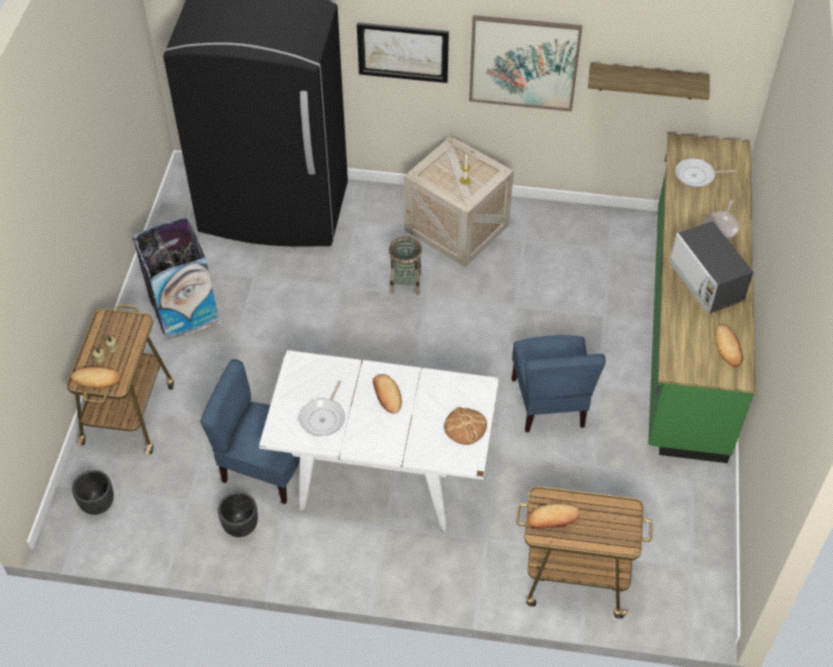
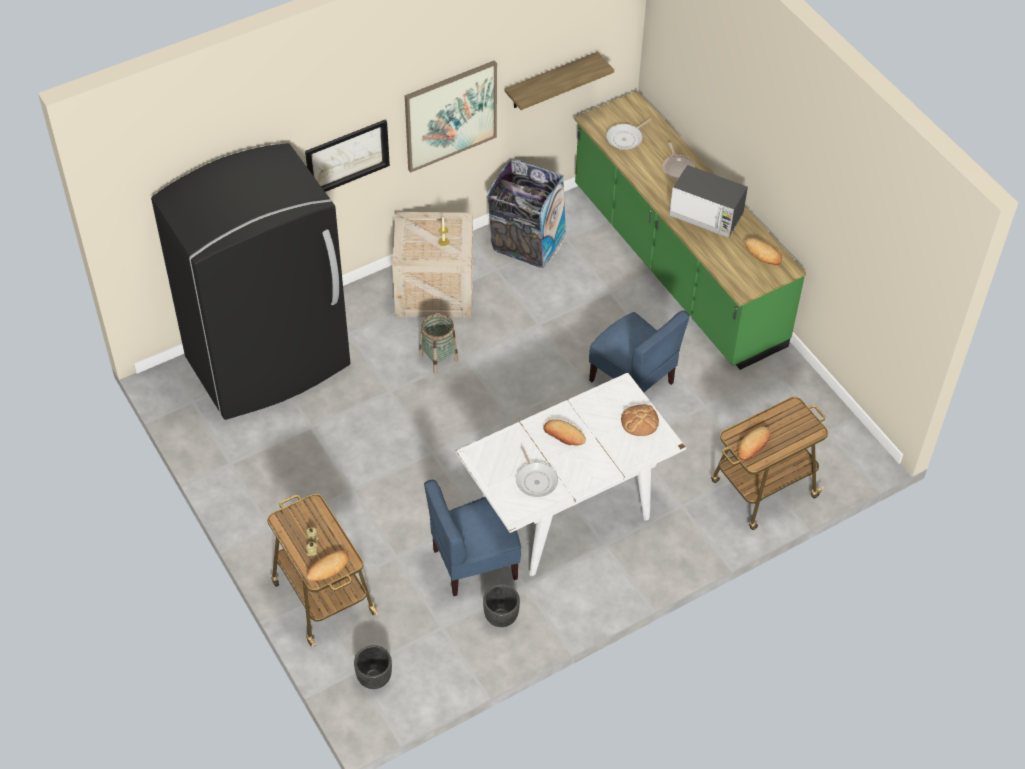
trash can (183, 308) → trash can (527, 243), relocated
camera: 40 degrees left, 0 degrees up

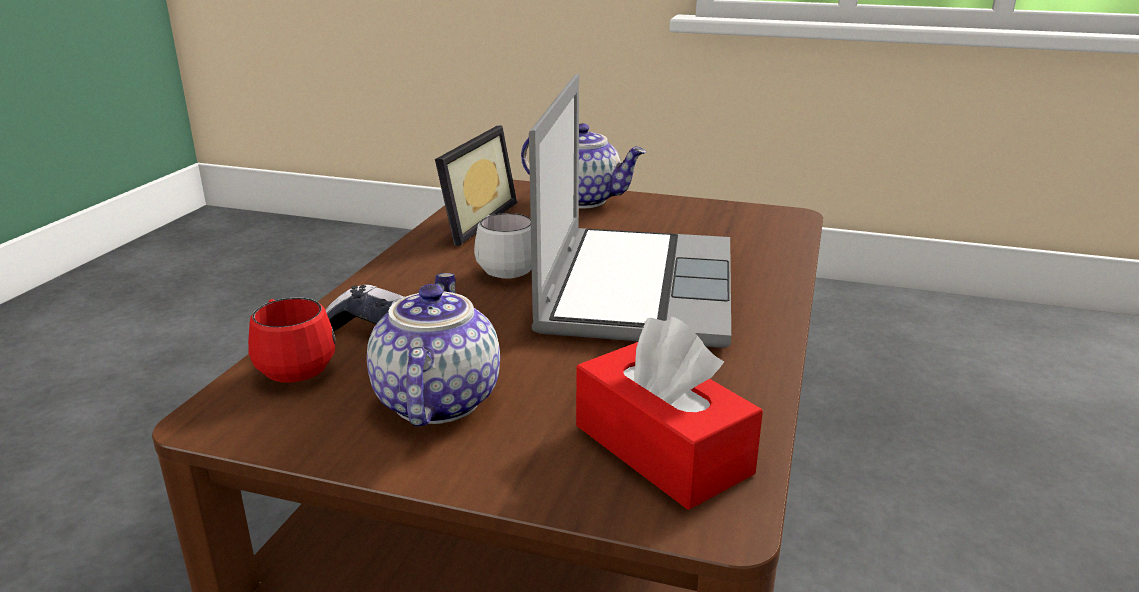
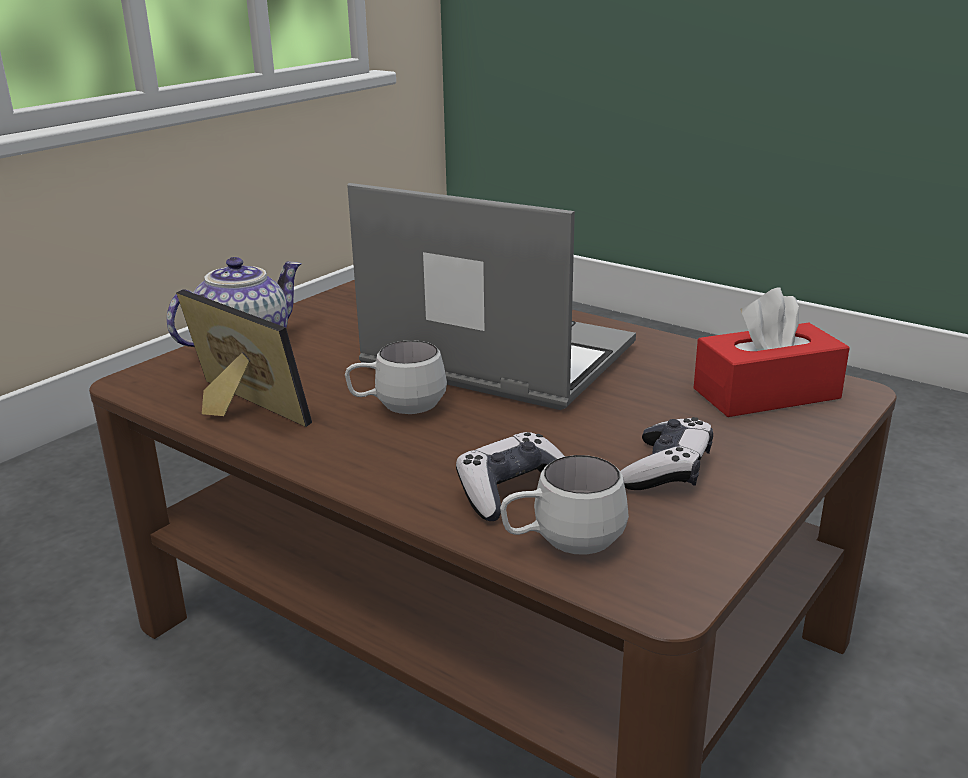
teapot (434, 400) → game controller (666, 470)
red mug (292, 366) → white mug (562, 543)
camera: 70 degrees left, 0 degrees up

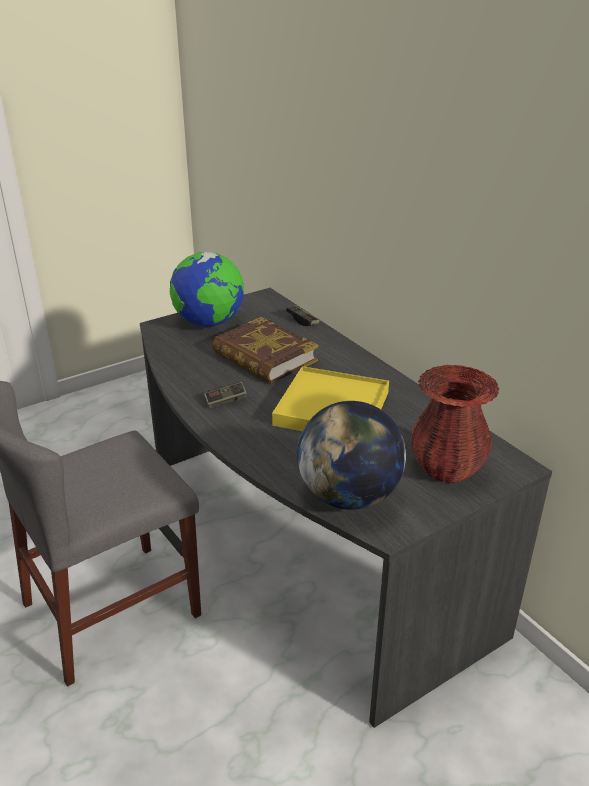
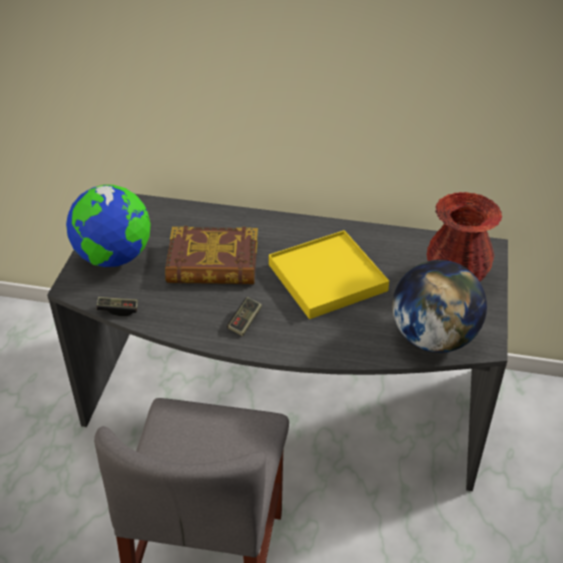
game controller (302, 320) → game controller (118, 310), relocated
camera: 45 degrees left, 10 degrees up

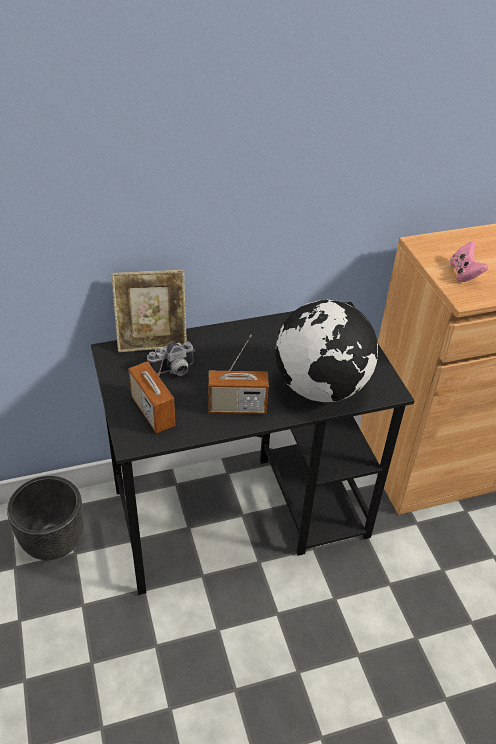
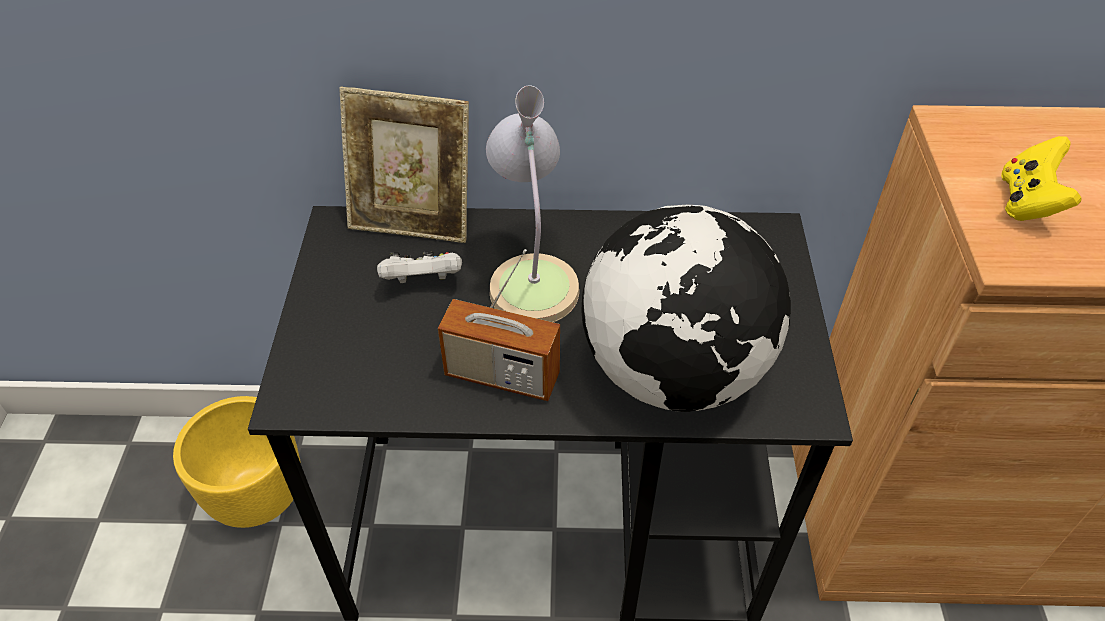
pink game controller (464, 273) → yellow game controller (1027, 202)
photo camera (173, 371) → white game controller (423, 282)
radio (152, 412) → -
black planter (54, 541) → yellow planter (258, 495)
- → table lamp (531, 276)
camera: 20 degrees right, 5 degrees up

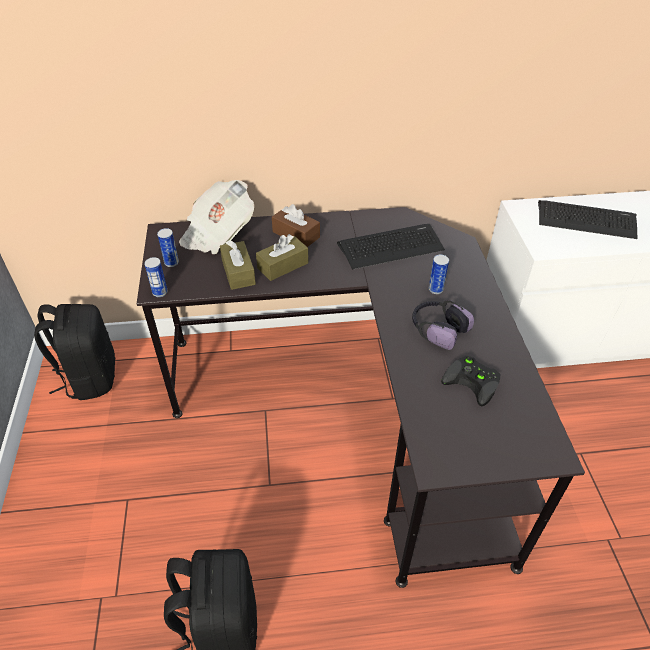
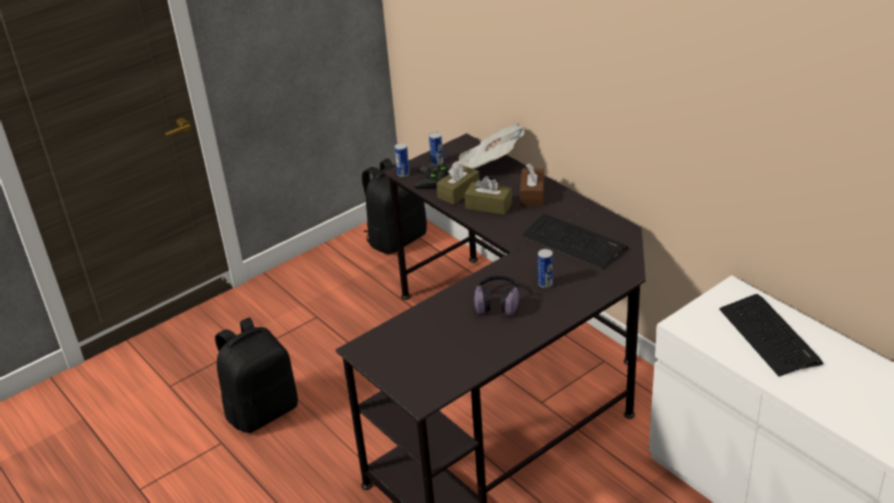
black game controller (474, 381) → black game controller (433, 180), relocated
camera: 60 degrees right, 10 degrees down

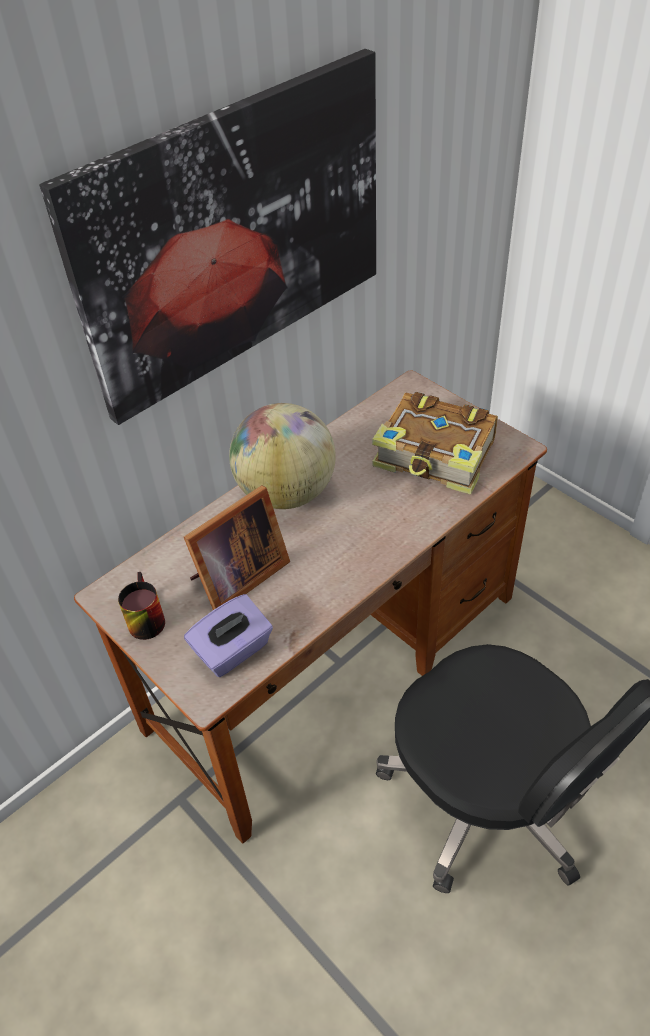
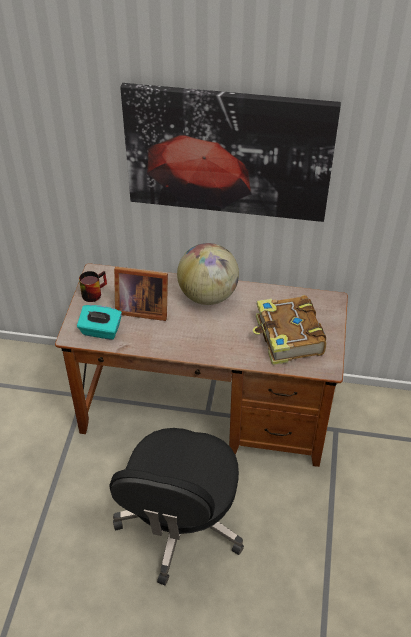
purple tissue box (233, 651) → turquoise tissue box (100, 331)
camera: 50 degrees right, 0 degrees up

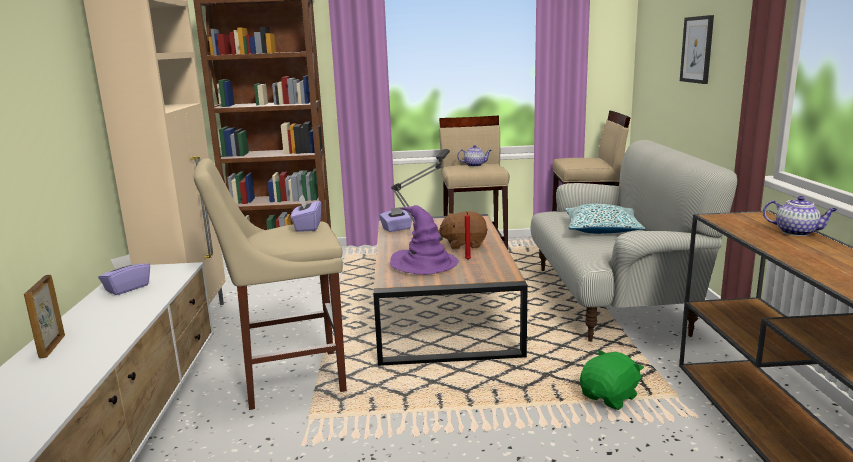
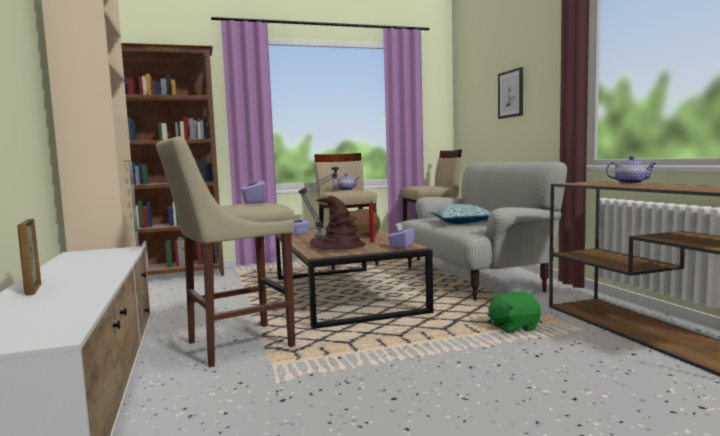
purple hat (424, 264) → brown hat (338, 246)
purple tissue box (127, 288) → purple tissue box (401, 246), relocated
green plush toy (610, 397) → green plush toy (513, 327), 135 degrees counterclockwise
camera: 15 degrees left, 10 degrees down

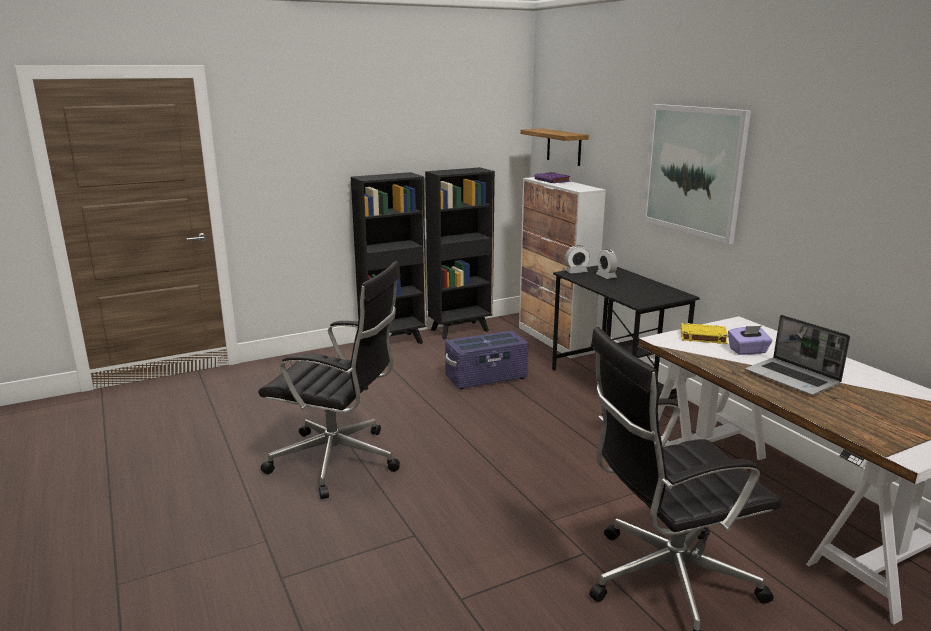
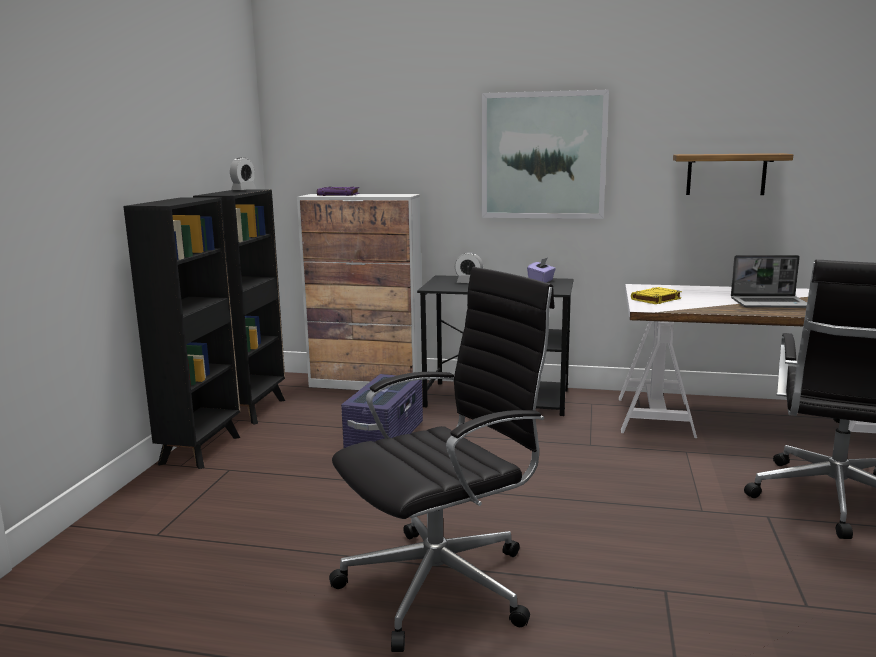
shelf (564, 147) → shelf (726, 174), relocated
alarm clock (576, 272) → alarm clock (243, 190), relocated
purple tissue box (748, 351) → purple tissue box (541, 281), relocated
camera: 50 degrees left, 5 degrees down

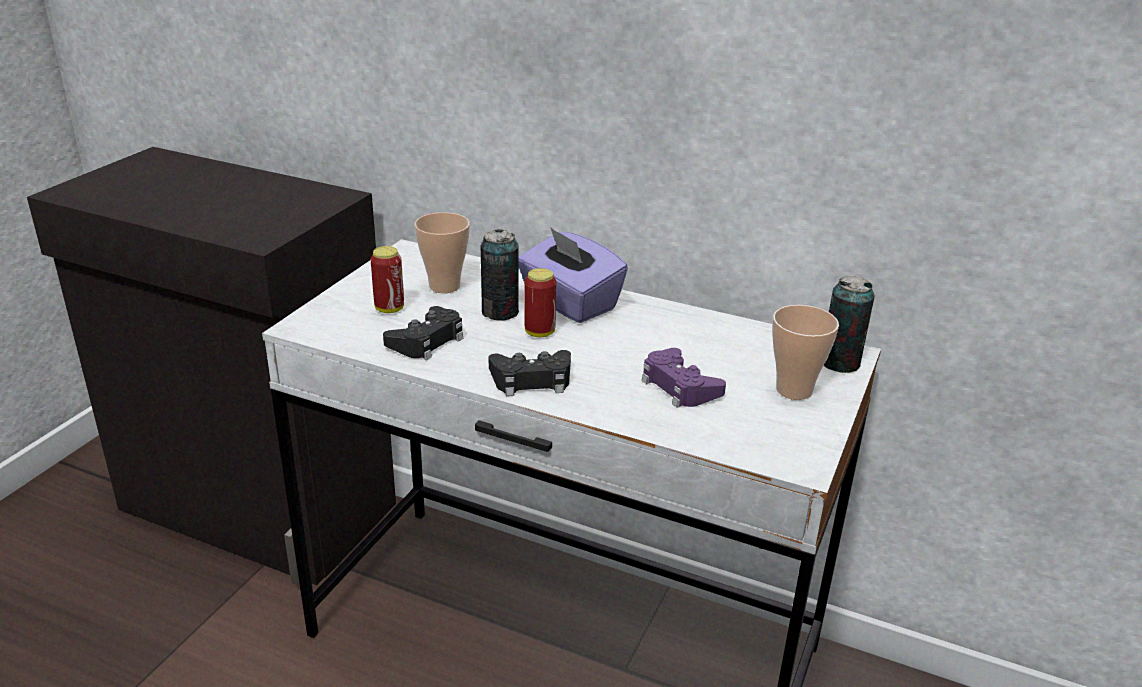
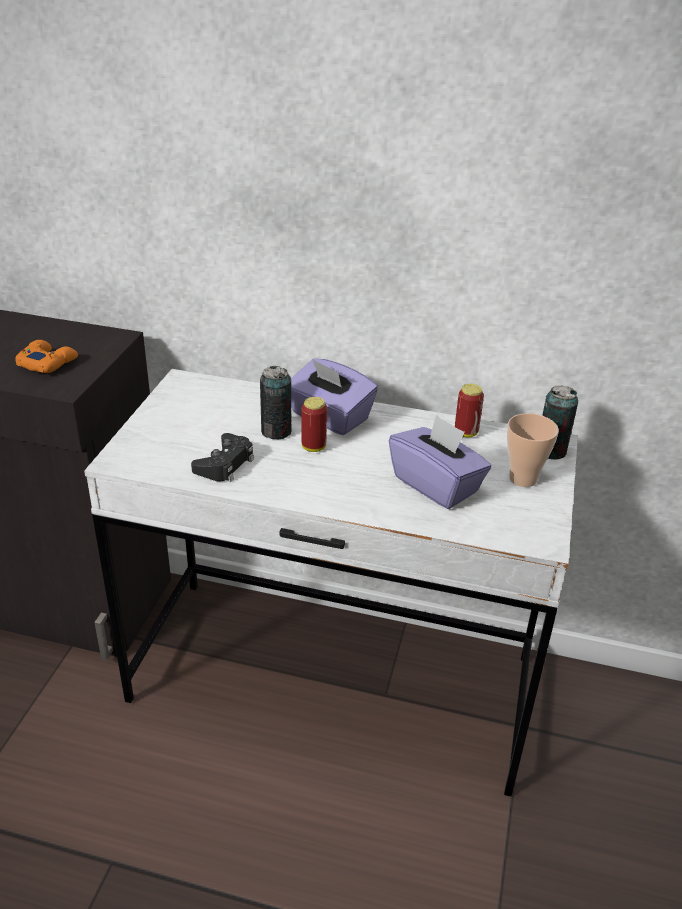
cup (444, 286) → -
can (389, 309) → can (466, 433), relocated
purple game controller (679, 386) → purple tissue box (436, 485)
black game controller (532, 380) → -
- → orange game controller (47, 363)
camera: 10 degrees left, 5 degrees up

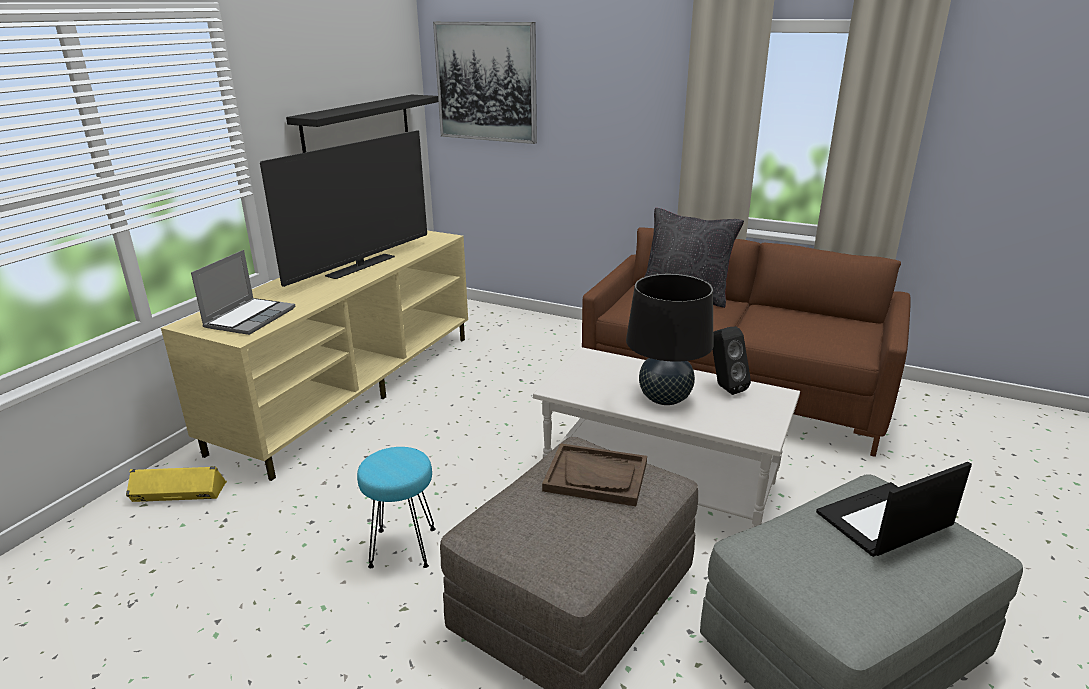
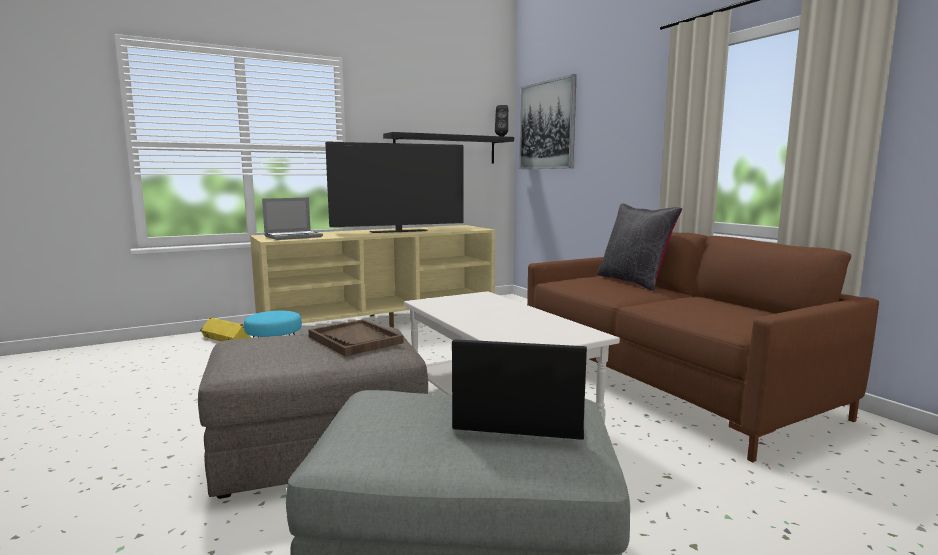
black table lamp (665, 398) → -
black speaker (724, 387) → black speaker (501, 137), relocated
camera: 35 degrees right, 15 degrees down

